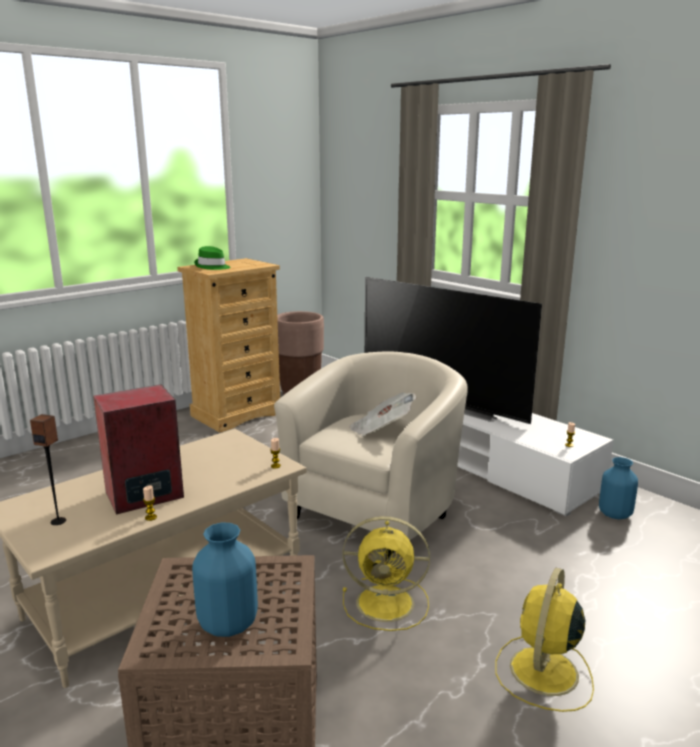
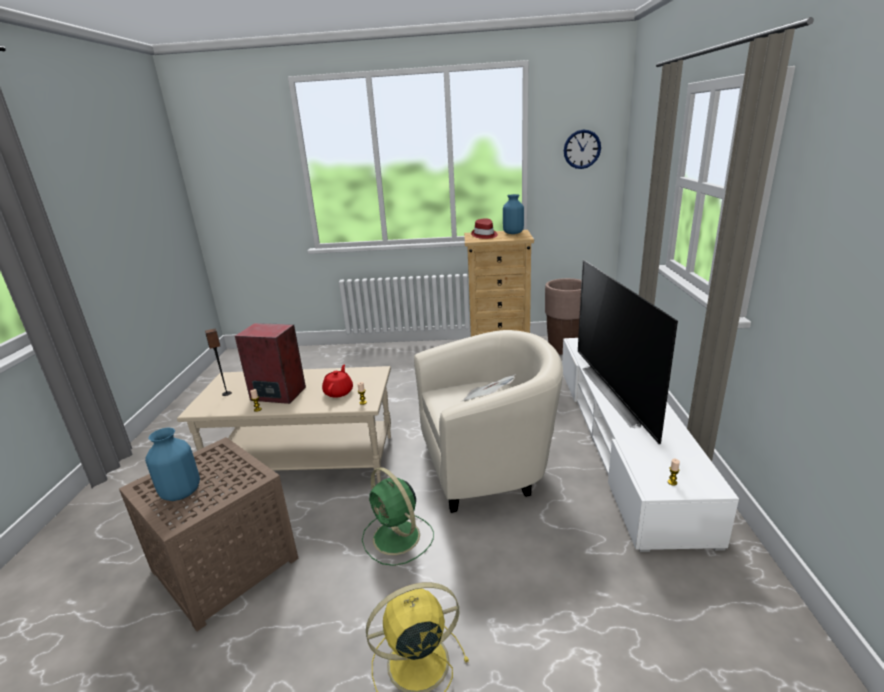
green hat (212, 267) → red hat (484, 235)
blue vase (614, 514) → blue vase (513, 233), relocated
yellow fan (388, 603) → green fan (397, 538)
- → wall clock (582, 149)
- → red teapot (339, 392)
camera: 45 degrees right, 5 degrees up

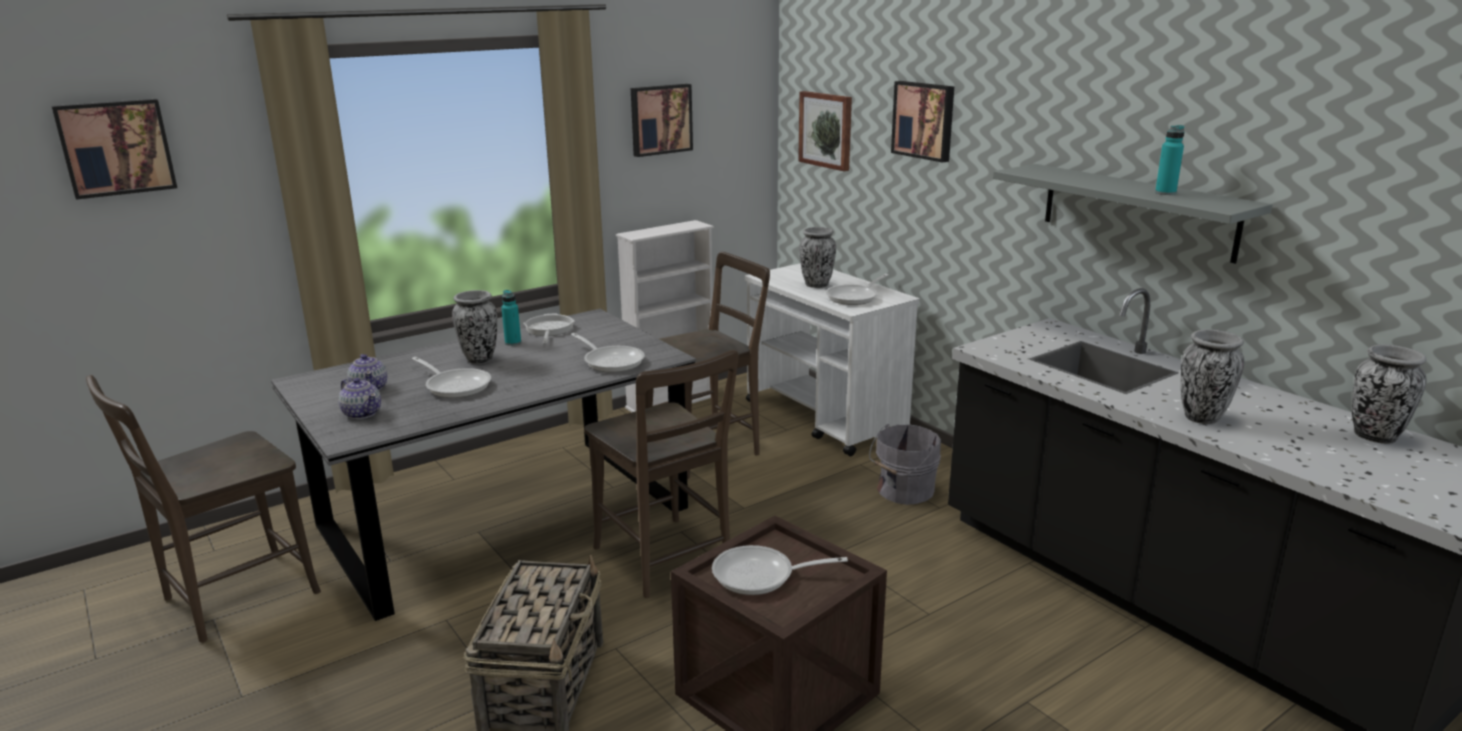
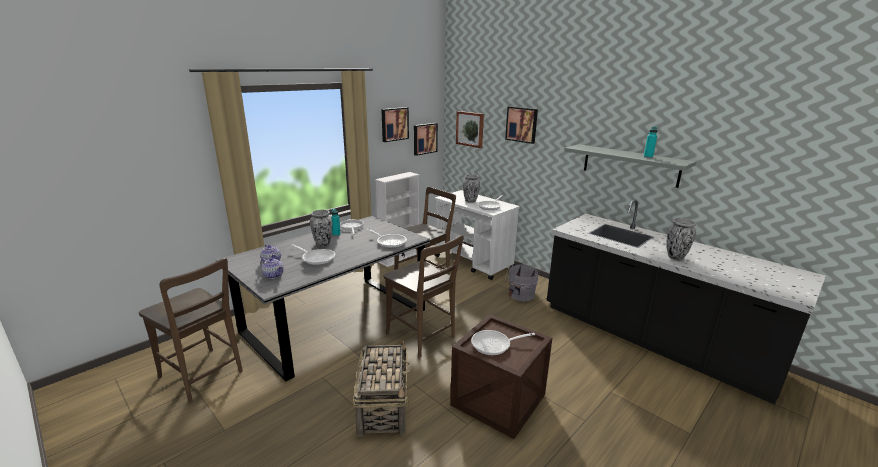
picture (116, 147) → picture (424, 138), relocated
vase (1374, 437) → -
brown chair (233, 599) → brown chair (203, 376), 90 degrees counterclockwise
camera: 10 degrees left, 0 degrees up

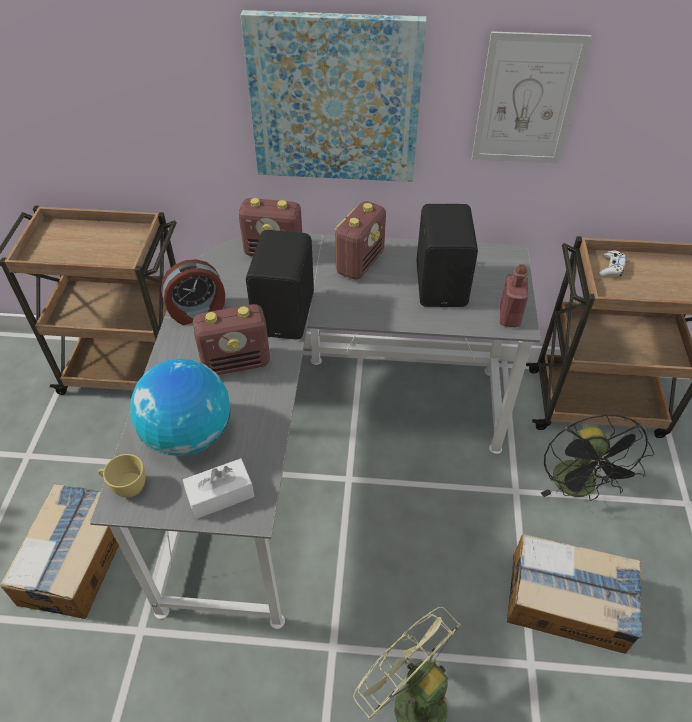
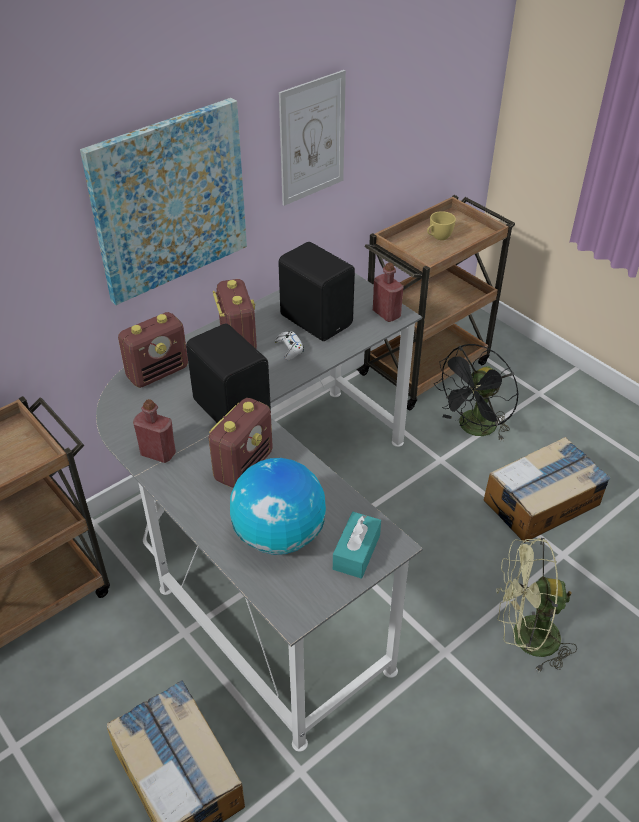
white game controller (611, 268) → white game controller (289, 349), relocated
alarm clock (197, 311) → red bottle (158, 453)
black fan (579, 488) → black fan (474, 429), 90 degrees clockwise
yellow cup (126, 487) → yellow cup (438, 237), relocated
white tissue box (220, 495) → turquoise tissue box (356, 552)
camera: 45 degrees left, 5 degrees down

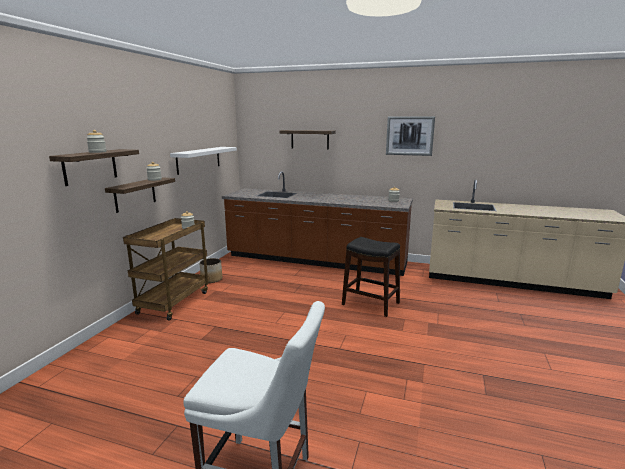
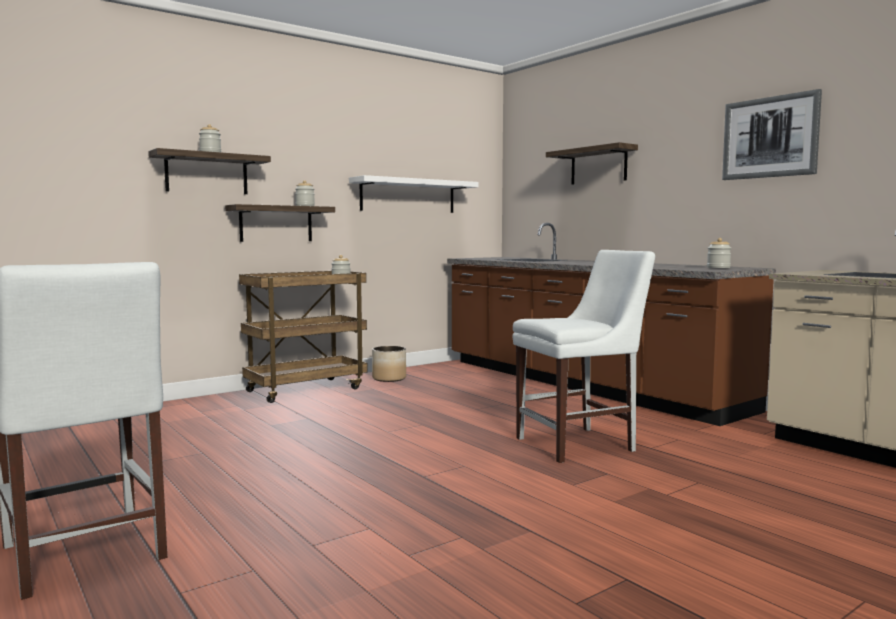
black stool (370, 303) → white chair (580, 444)
camera: 35 degrees right, 10 degrees down

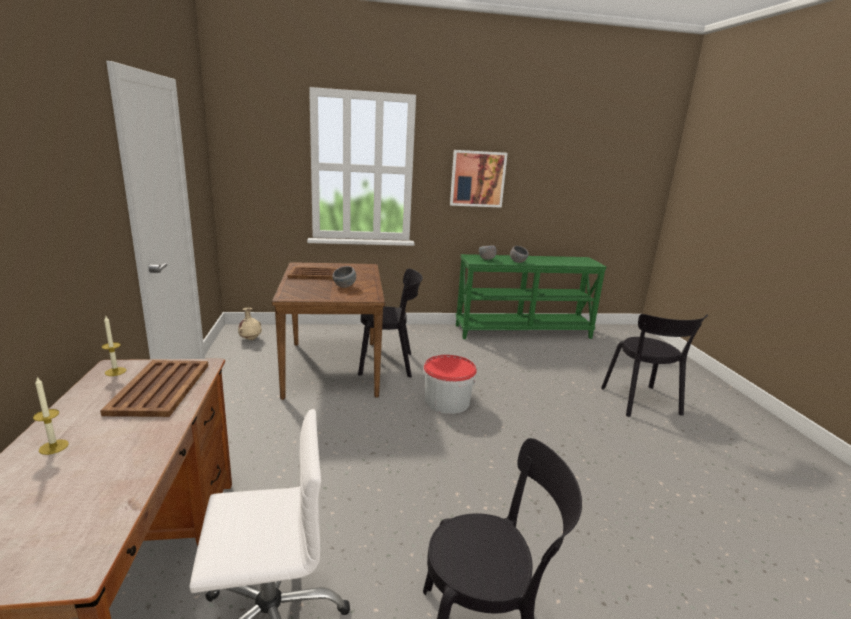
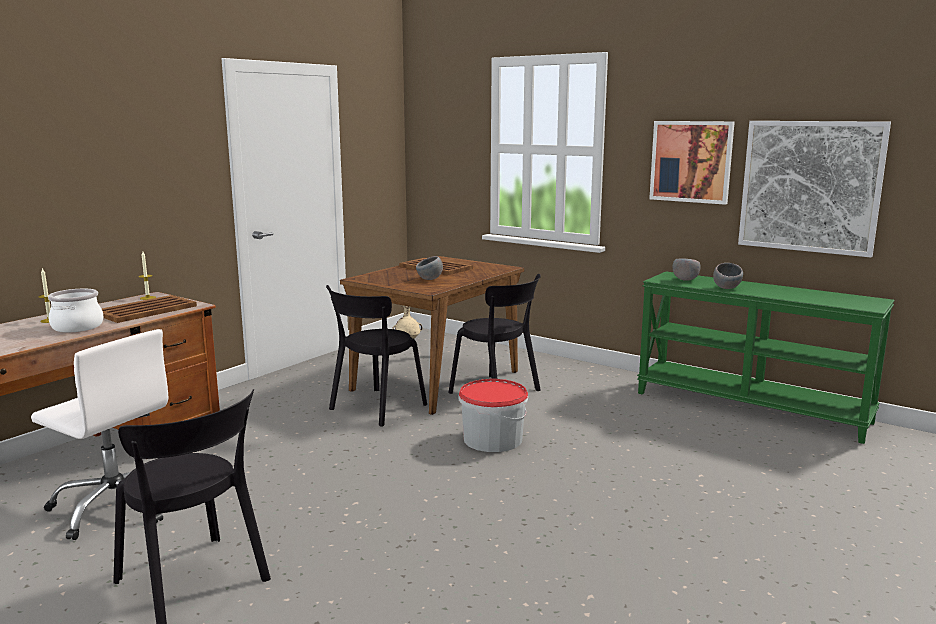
black chair (642, 403) → black chair (375, 408), relocated
- → picture (810, 186)
- → cooking pot (78, 327)
camera: 45 degrees right, 5 degrees down

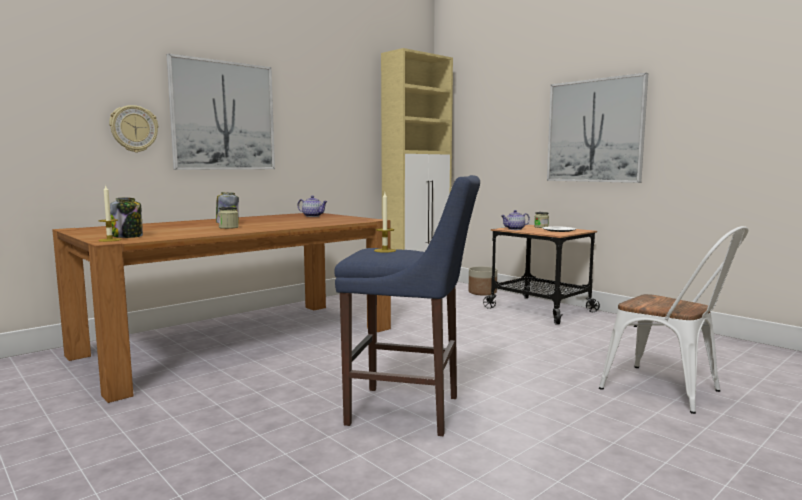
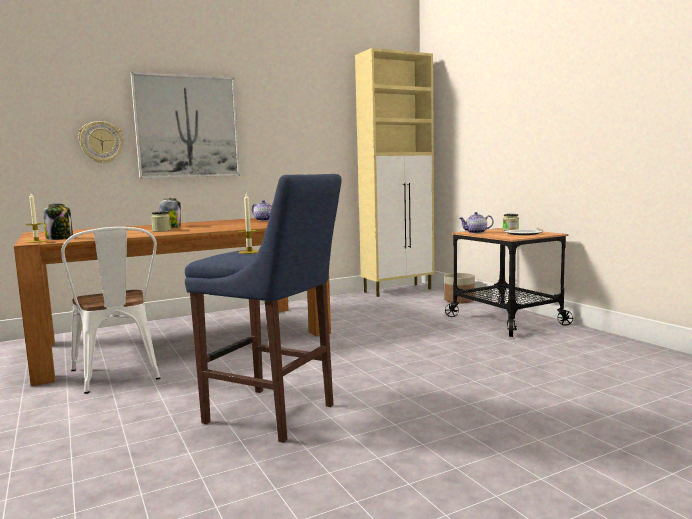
picture (595, 131) → -
white chair (670, 391) → white chair (119, 376), relocated
camera: 15 degrees right, 0 degrees up

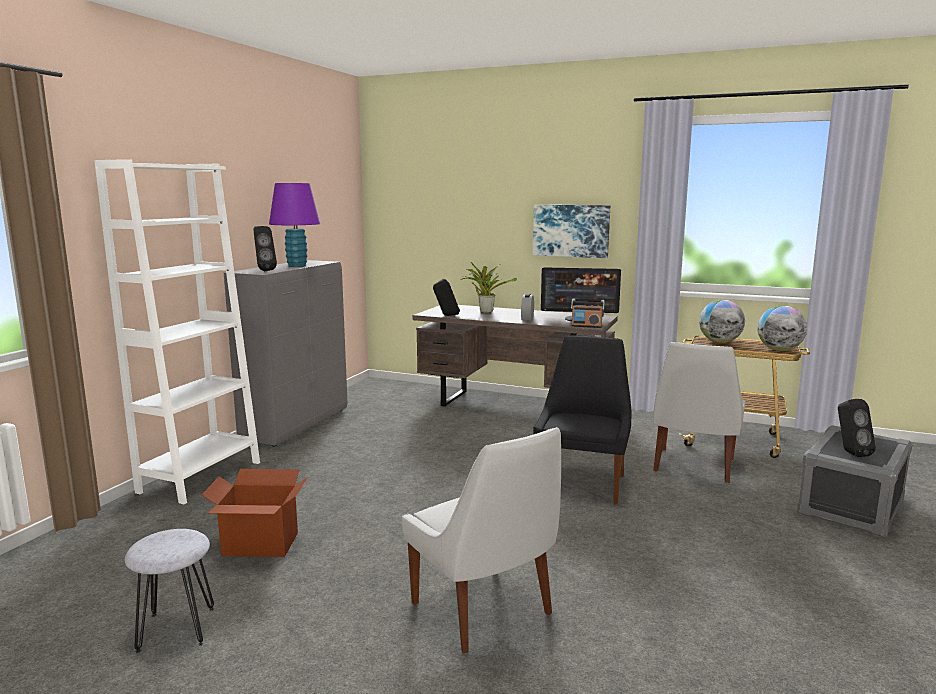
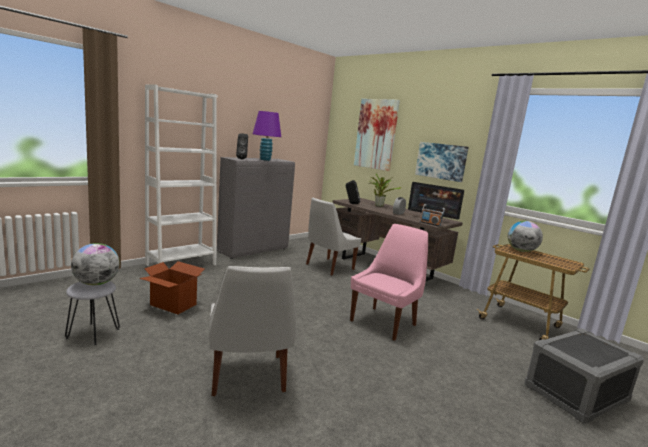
globe (779, 350) → globe (96, 283), relocated
black chair (583, 483) → pink chair (384, 322)
white chair (693, 466) → white chair (328, 267), relocated
black speaker (850, 453) → -
- → picture (376, 134)
camera: 20 degrees right, 0 degrees up

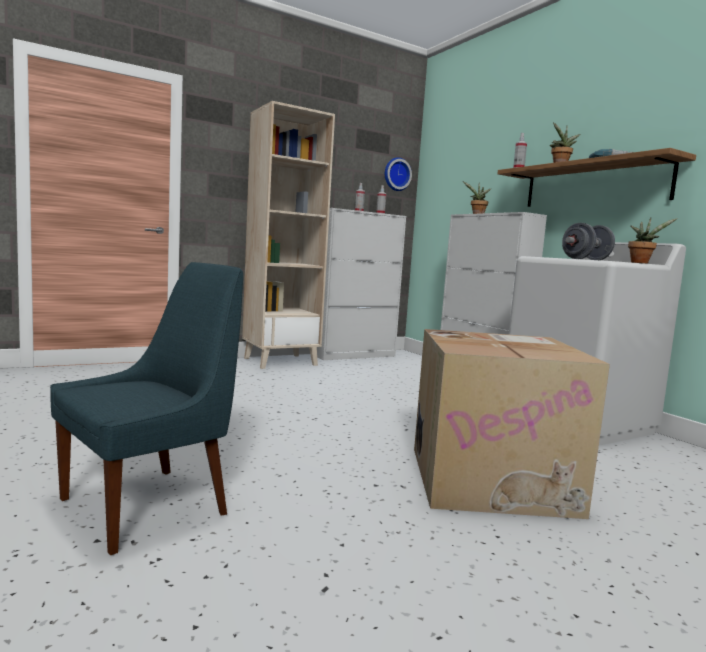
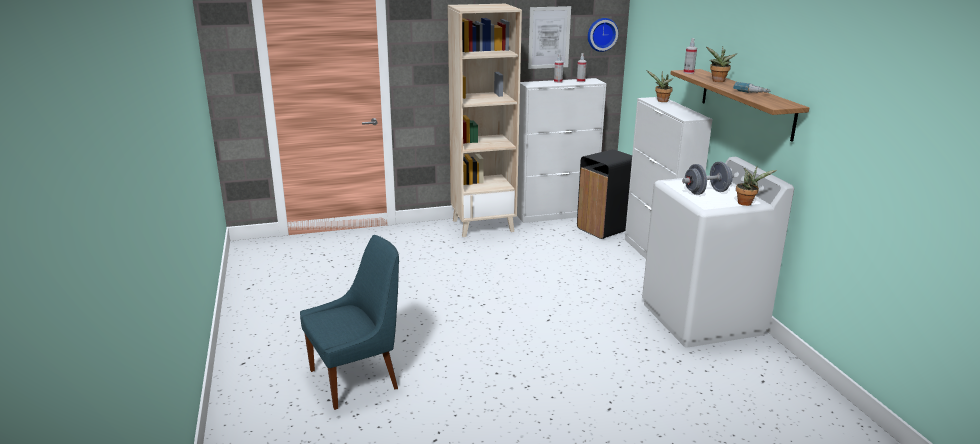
cardboard box (491, 479) → -
- → picture (549, 37)
- → black trash can (605, 229)
camera: 15 degrees right, 15 degrees up

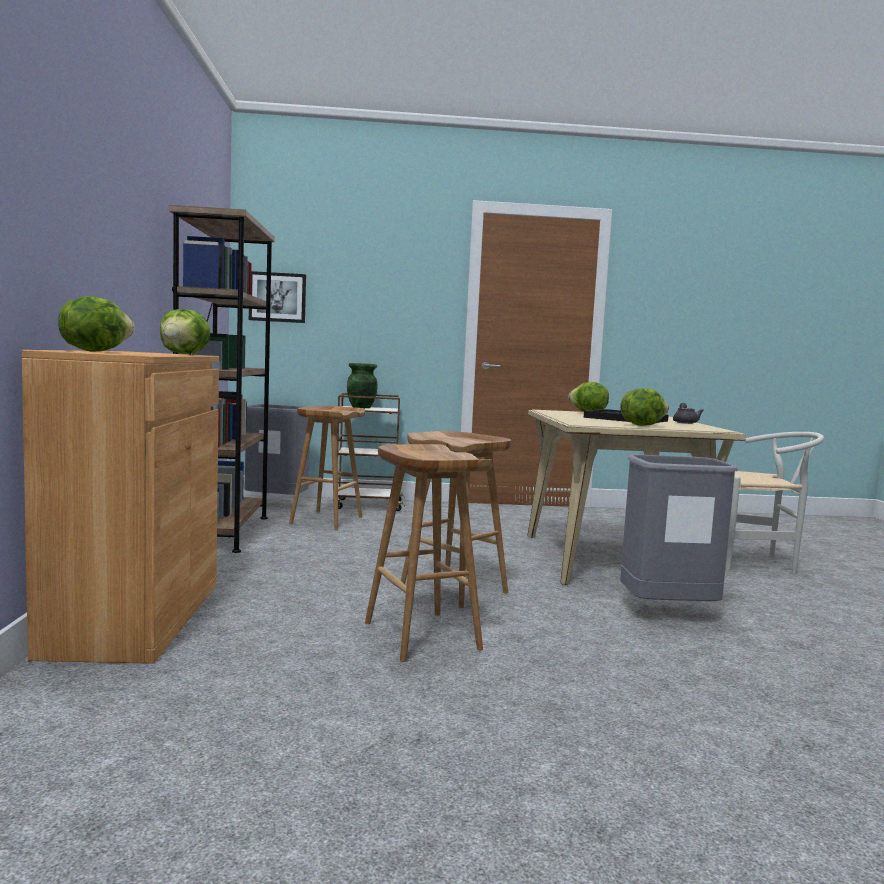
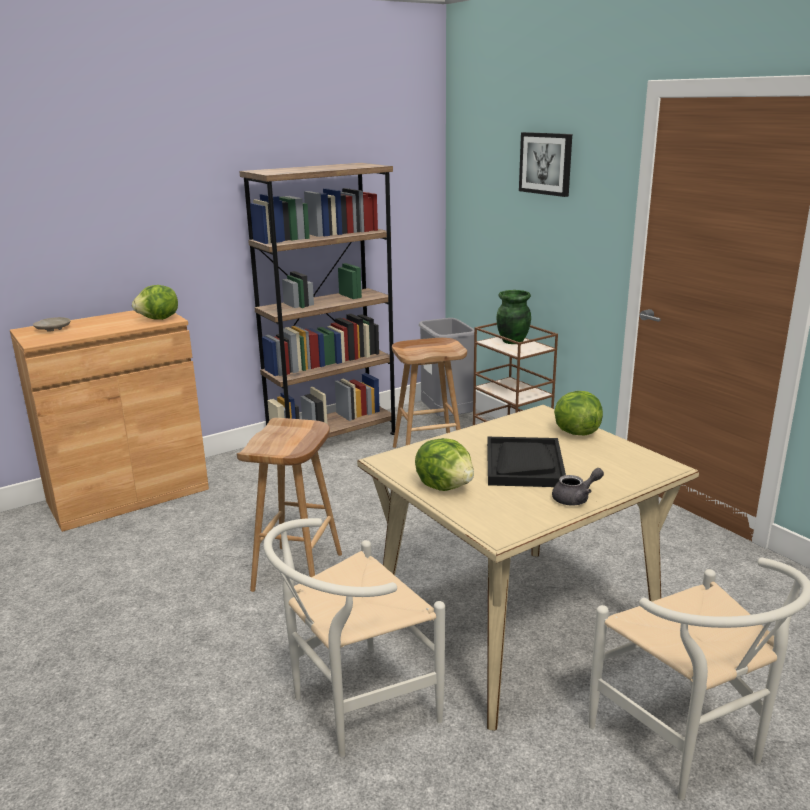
picture (277, 297) → picture (546, 163), relocated
lettuce (94, 351) → beige plate (53, 329)
brown stool (419, 635) → -
grey trash can (667, 612) → white chair (353, 707)
camera: 60 degrees right, 15 degrees up

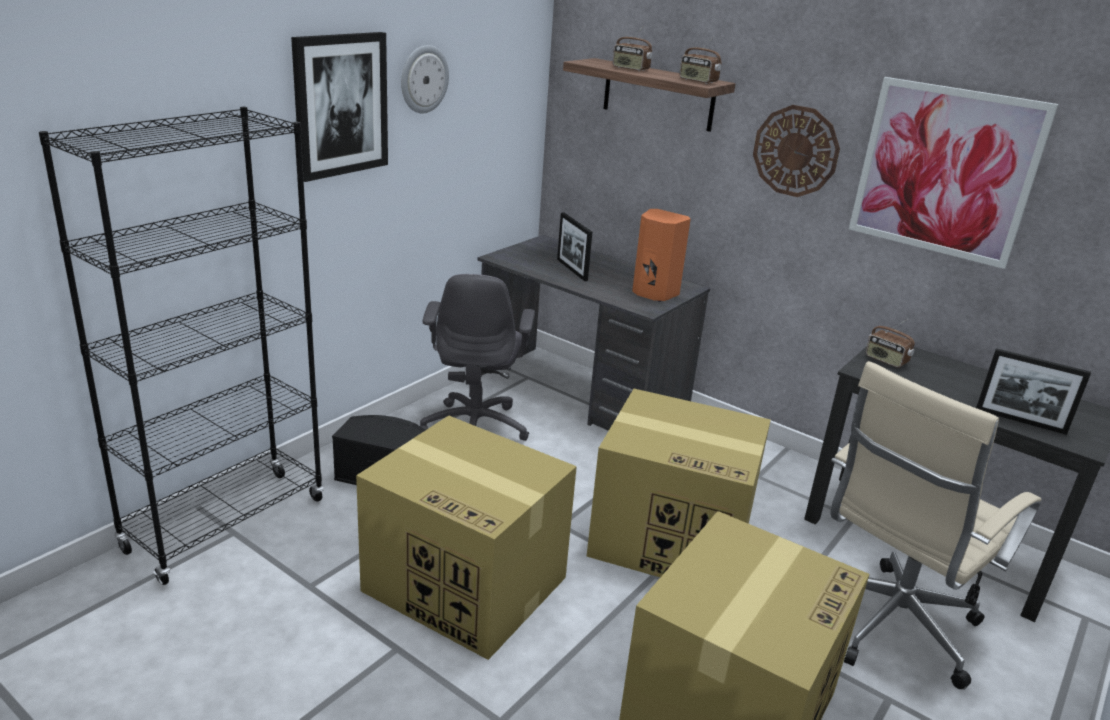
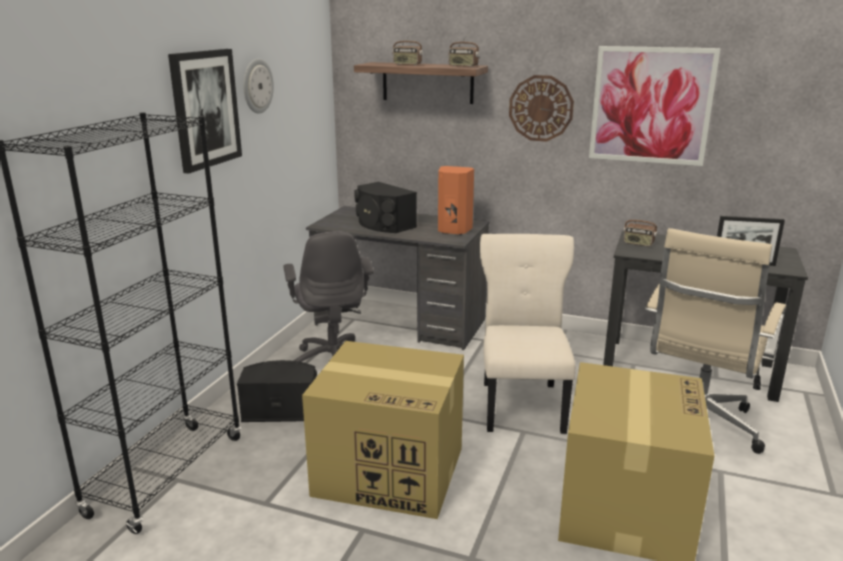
picture frame (572, 270) → black speaker (383, 224)
cardboard box (673, 538) → beige chair (522, 404)
camera: 15 degrees left, 5 degrees down

